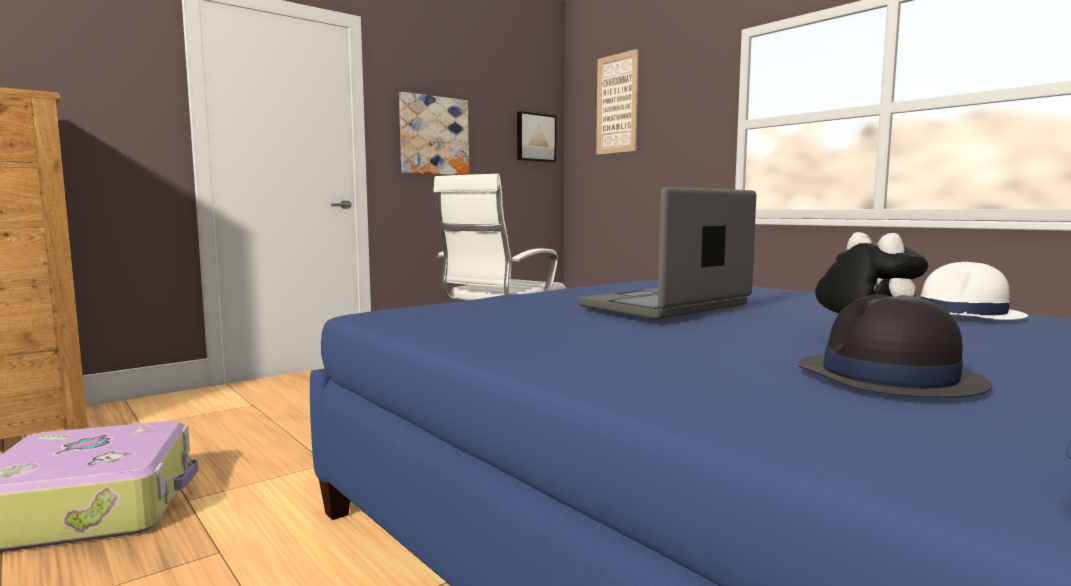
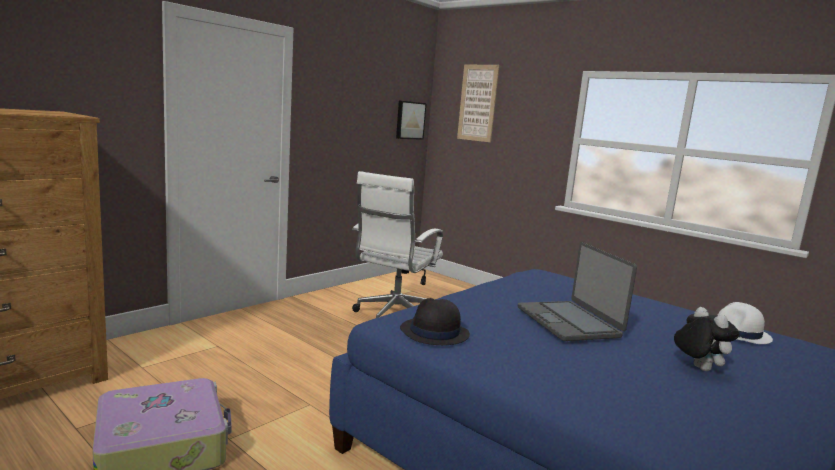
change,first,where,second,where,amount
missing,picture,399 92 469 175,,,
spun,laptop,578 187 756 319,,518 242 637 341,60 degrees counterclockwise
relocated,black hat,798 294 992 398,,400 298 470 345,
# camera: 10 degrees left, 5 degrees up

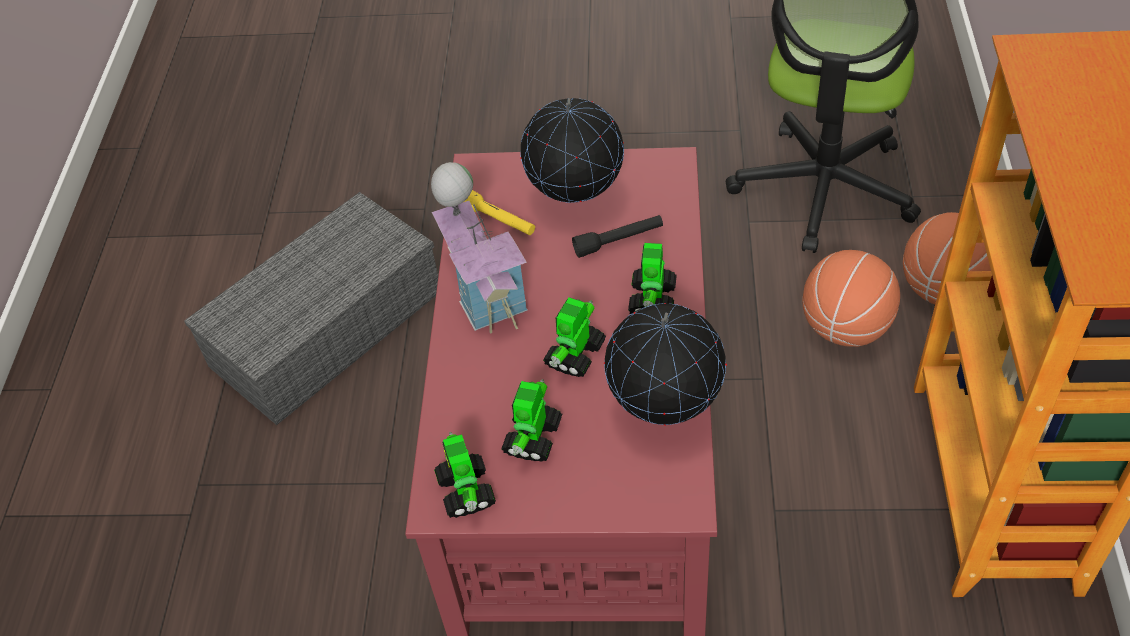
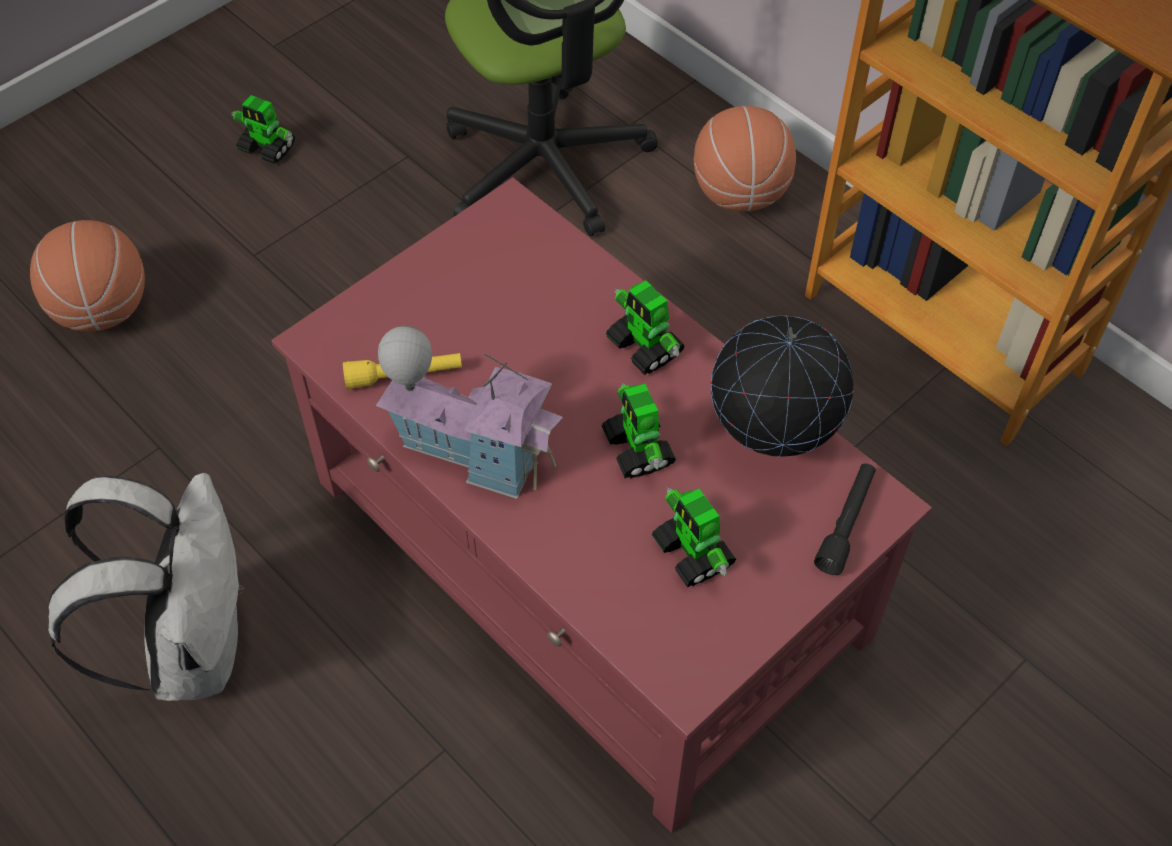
change,first,where,second,where,amount
missing,globe,520 98 624 203,,,
exchanged,grey storage box,184 192 438 425,white backpack,48 473 244 701,
relocated,black flashlight,572 215 663 258,,814 463 876 575,
relocated,basketball,802 250 900 347,,30 220 145 332,
relocated,toy robot,434 432 496 518,,231 95 295 164,
# camera: 50 degrees left, 5 degrees up

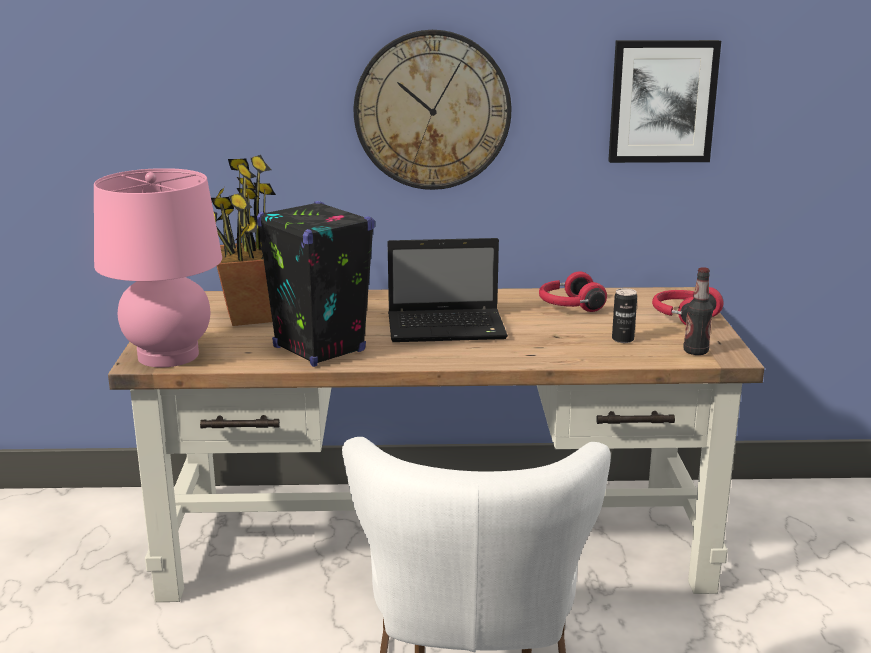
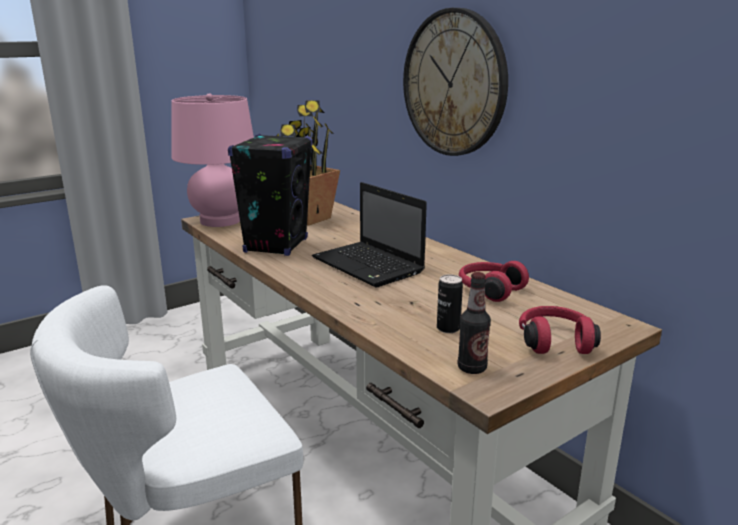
change,first,where,second,where,amount
missing,picture,608 40 721 163,,,
# camera: 55 degrees right, 0 degrees up

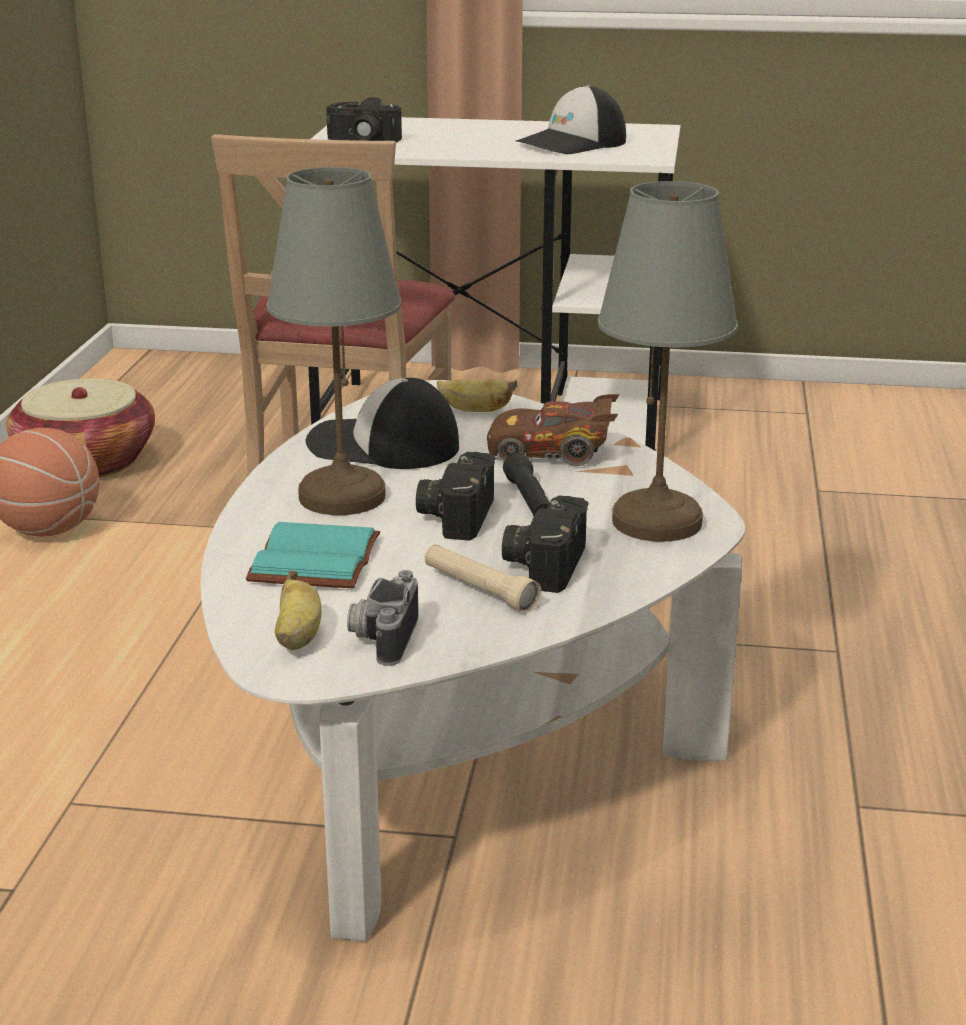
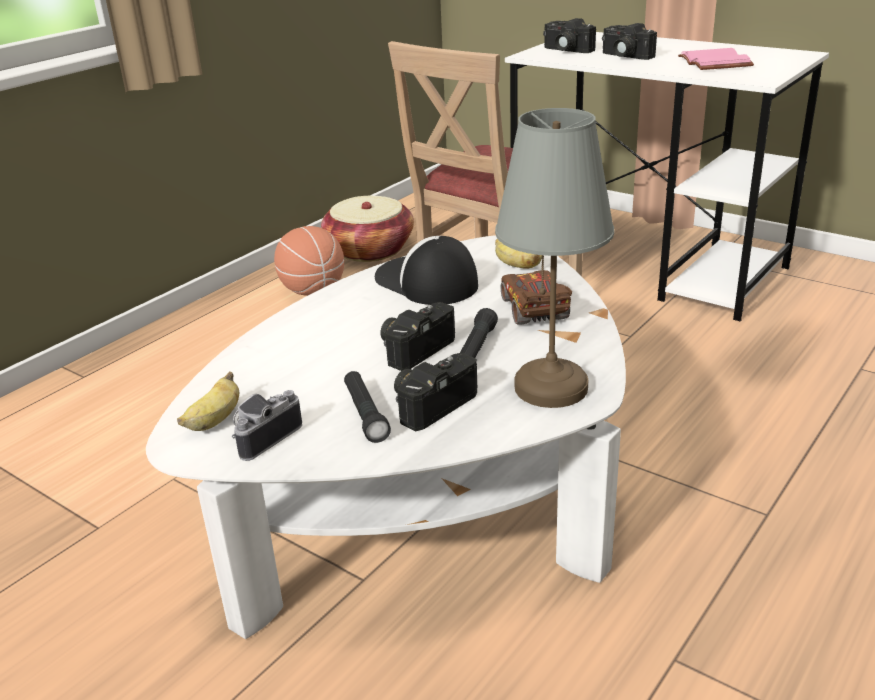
change,first,where,second,where,amount
exchanged,cap,516 85 626 154,pink book,678 48 754 70,
missing,grey table lamp,267 167 401 515,,,
spun,brown toy car,487 394 620 466,,501 270 572 325,45 degrees clockwise
missing,turquoise book,246 522 380 589,,,
colour,beige flashlight,425 544 541 613,black flashlight,344 371 391 443,
appeared,,,photo camera,602 23 657 60,
# camera: 30 degrees right, 5 degrees up

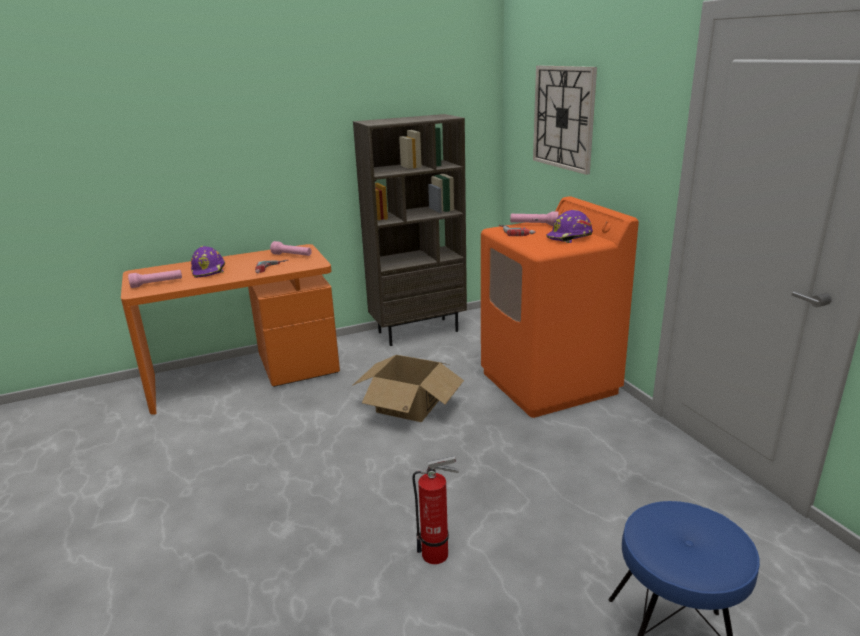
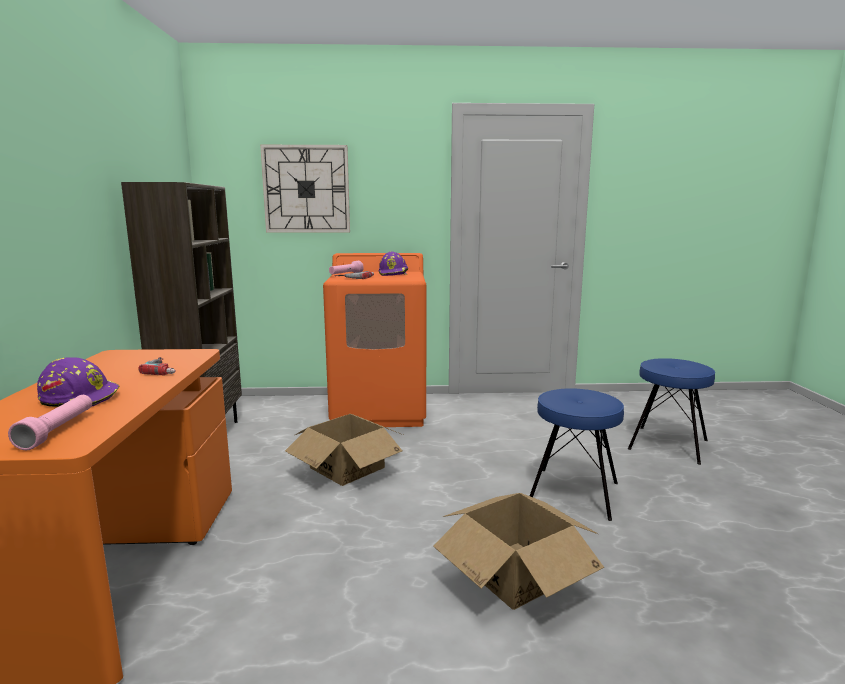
change,first,where,second,where,amount
missing,pink flashlight,270 241 312 256,,,
exchanged,fire extinguisher,412 456 459 564,blue stool,530 388 624 521,
appeared,,,cardboard box,433 493 604 610,
# camera: 70 degrees left, 10 degrees down

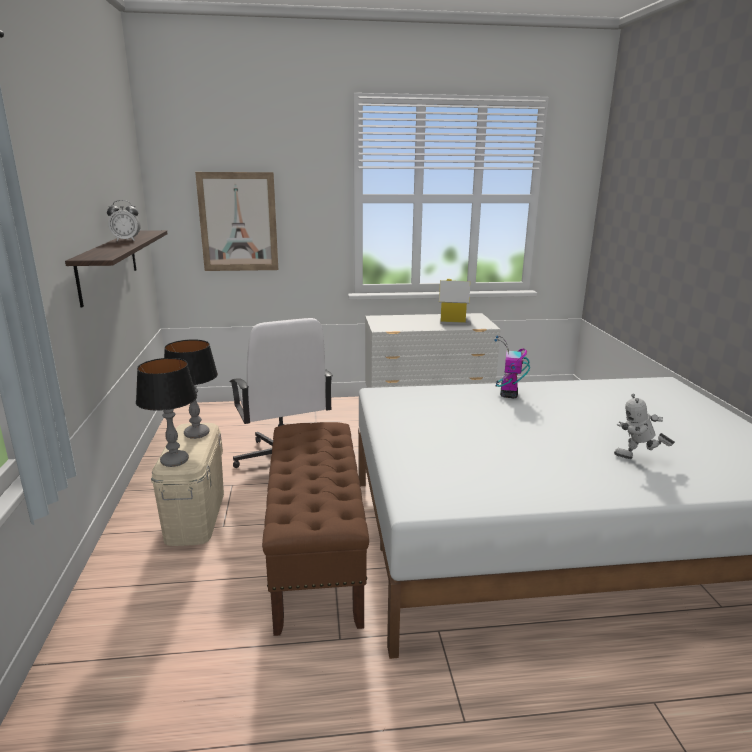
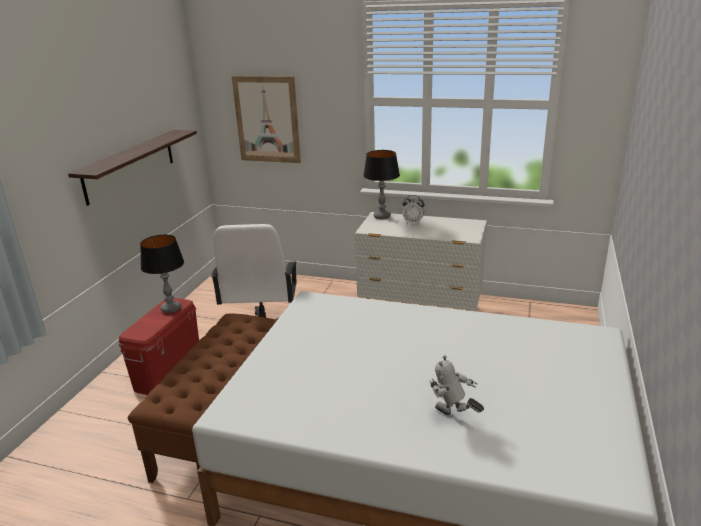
change,first,where,second,where,amount
relocated,alarm clock,107 200 140 241,,403 195 424 224,
missing,toy house,439 279 471 325,,,
missing,toy robot,495 336 530 398,,,
relocated,table lamp,136 358 197 467,,363 150 400 219,
colour,beige storage box,151 423 224 546,red storage box,118 298 199 395,
# camera: 25 degrees right, 5 degrees up

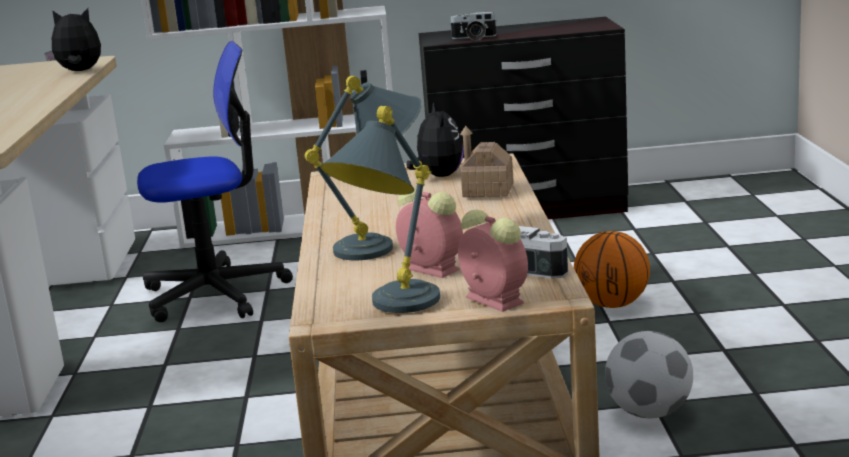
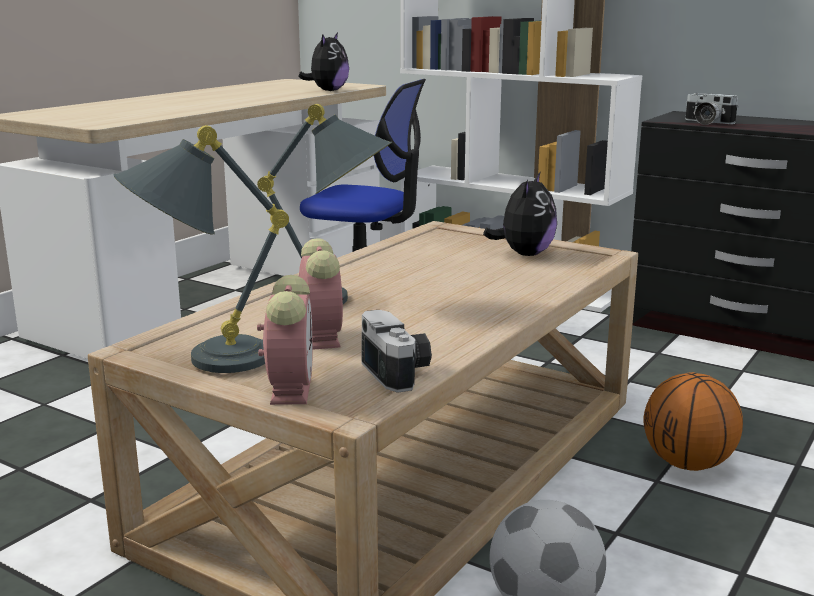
change,first,where,second,where,amount
spun,plush toy,44 8 101 71,,298 32 349 91,75 degrees clockwise
missing,toy house,460 126 514 197,,,
# camera: 35 degrees right, 0 degrees up

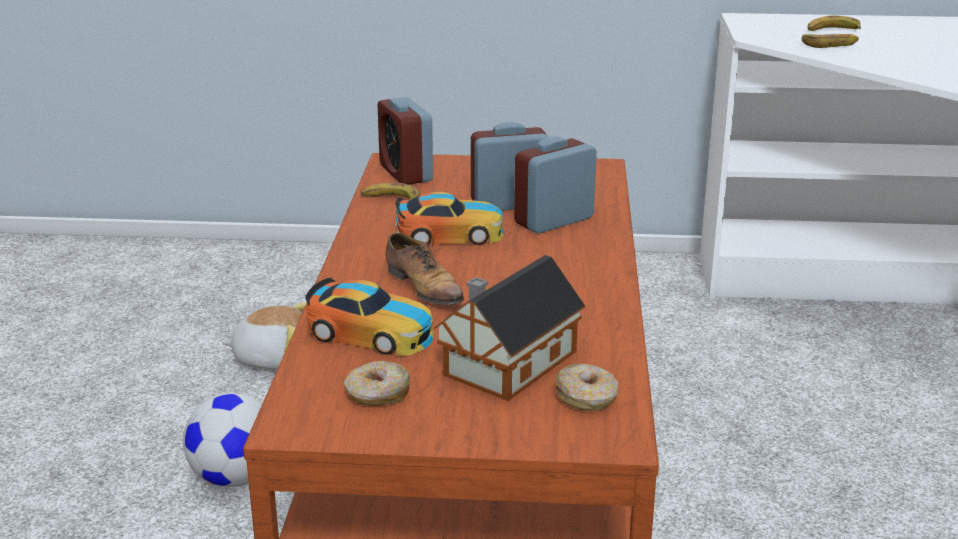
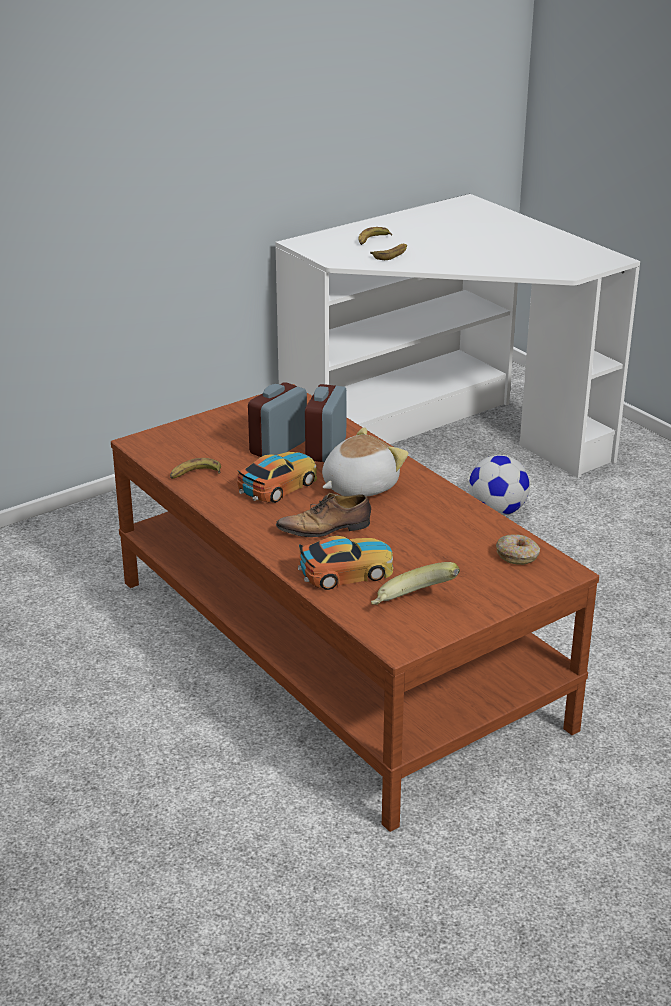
change,first,where,second,where,amount
missing,alarm clock,378 97 433 185,,,
spun,shoe,386 233 464 305,,276 493 371 537,150 degrees clockwise
missing,toy house,434 255 585 401,,,
relocated,plush toy,222 302 307 369,,322 427 409 497,
exchanged,donut,344 361 410 406,banana,371 562 460 605,
relocated,football,183 393 262 487,,468 455 530 516,
# camera: 40 degrees left, 5 degrees up

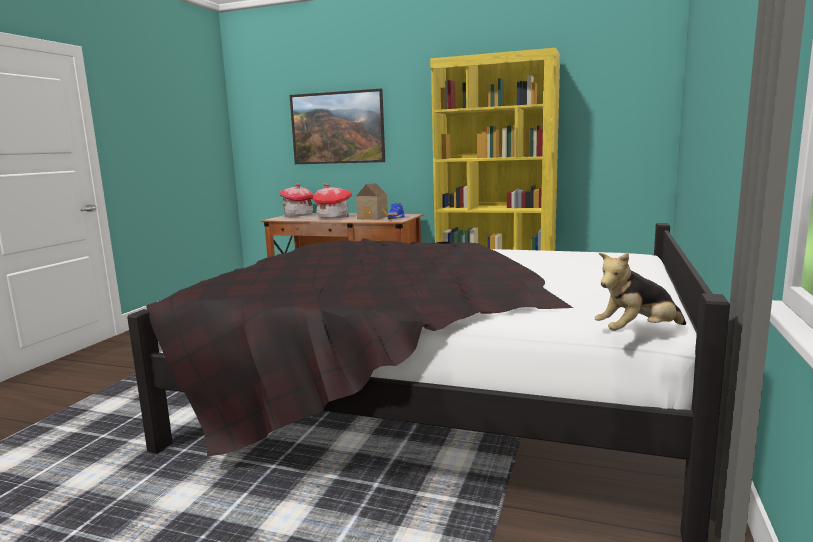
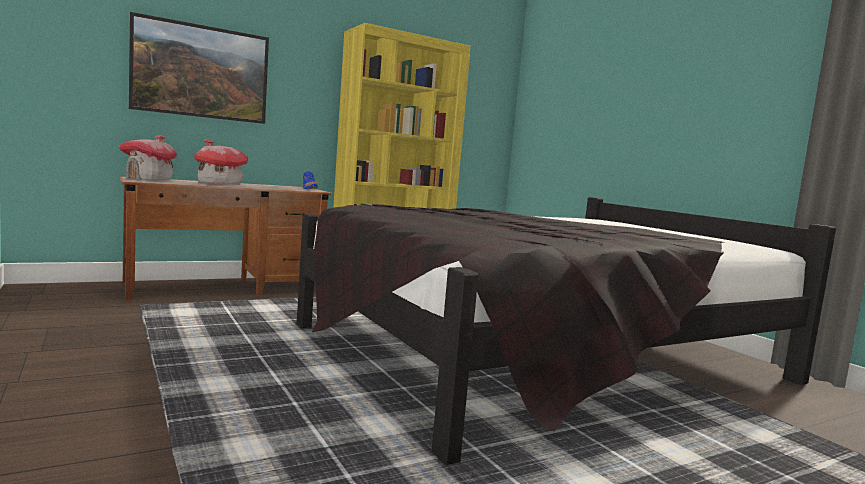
change,first,where,second,where,amount
missing,toy house,356 183 388 220,,,
missing,plush toy,595 252 686 331,,,
# camera: 50 degrees left, 5 degrees down

